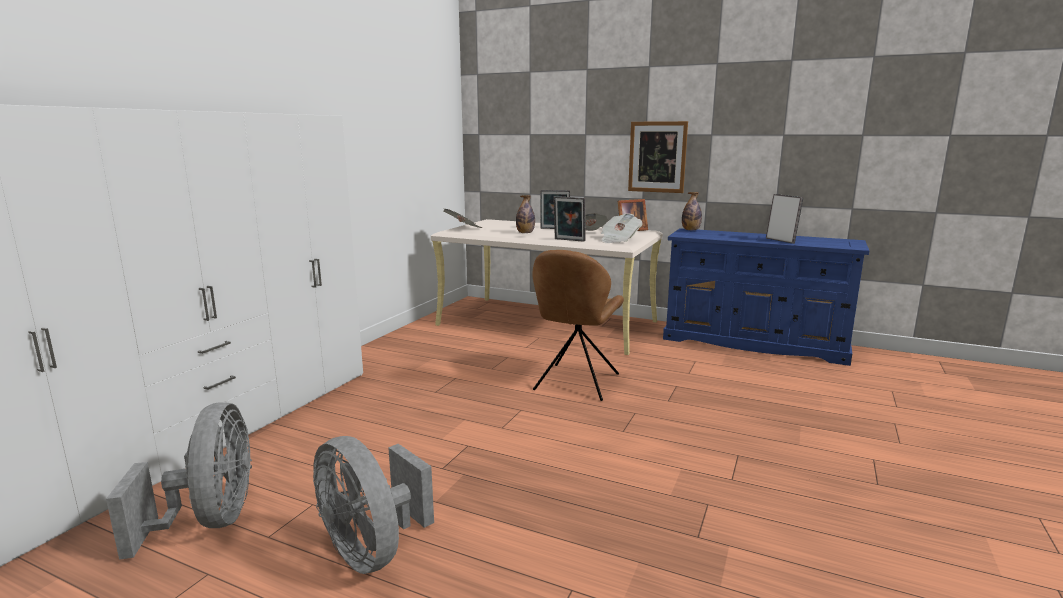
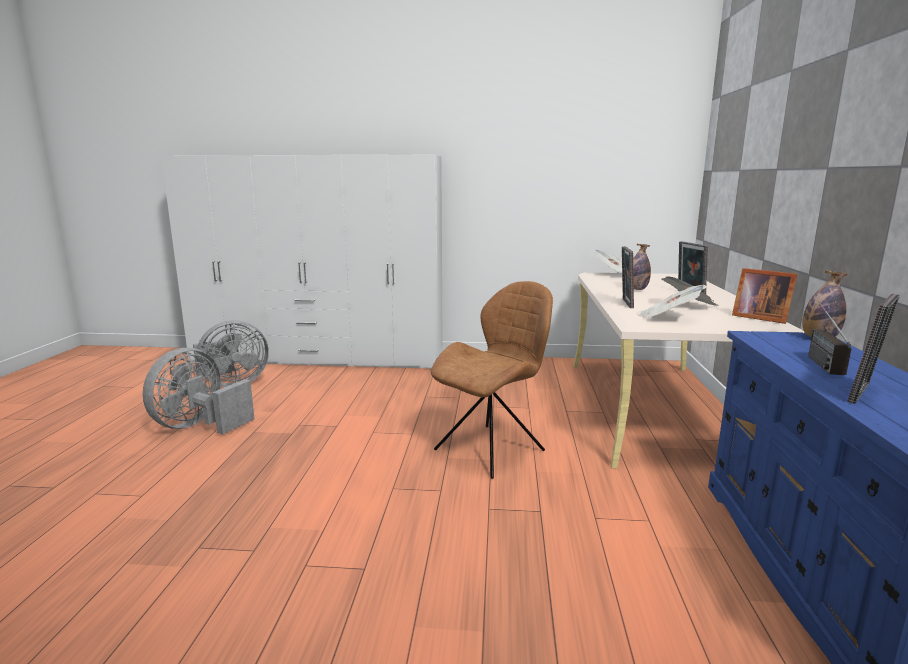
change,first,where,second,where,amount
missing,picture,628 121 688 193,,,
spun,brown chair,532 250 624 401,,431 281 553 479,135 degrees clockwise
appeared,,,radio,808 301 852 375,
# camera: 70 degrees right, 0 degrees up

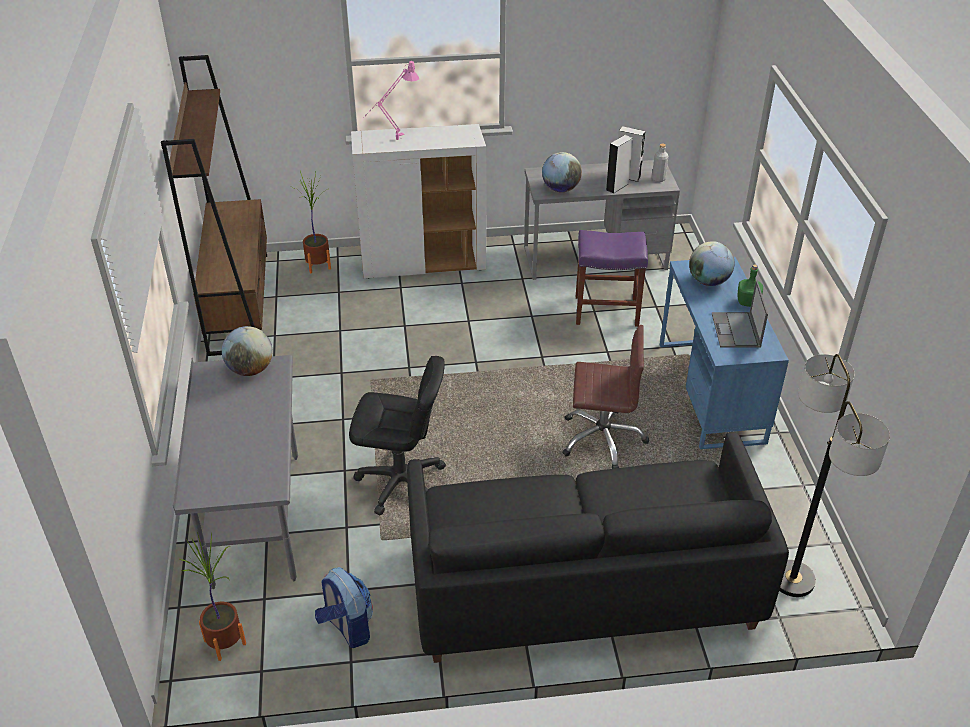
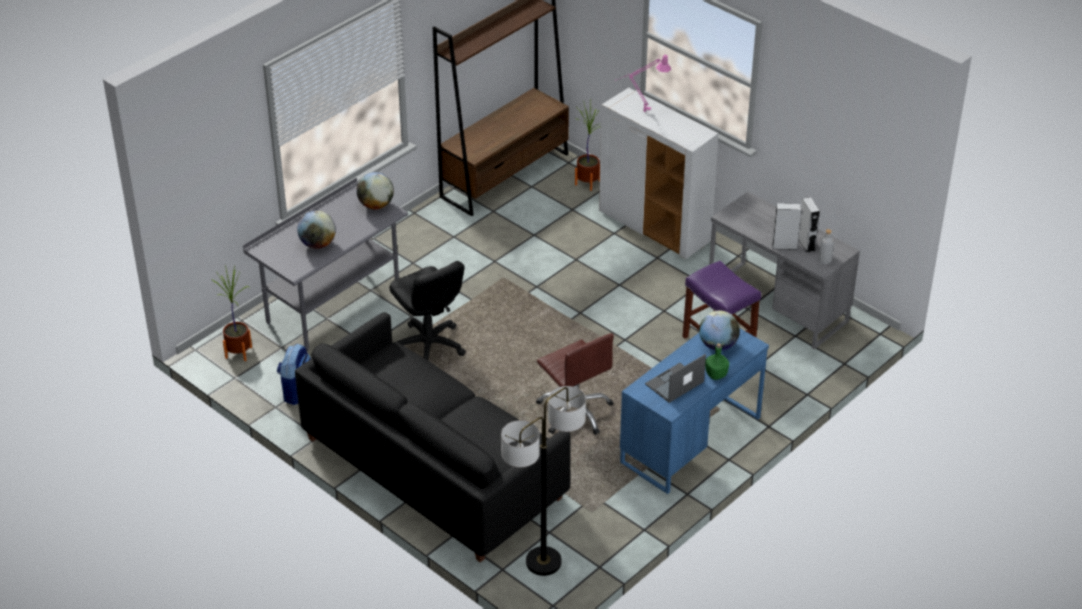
change,first,where,second,where,amount
relocated,globe,542 152 582 192,,297 211 336 249,
# camera: 50 degrees right, 0 degrees up

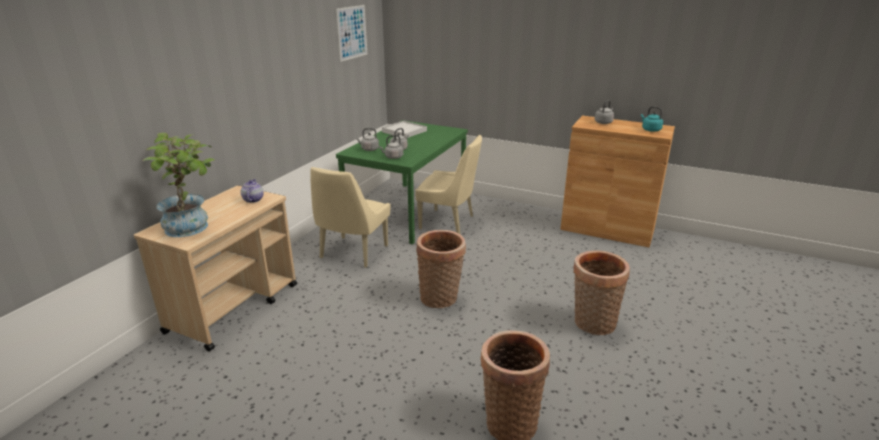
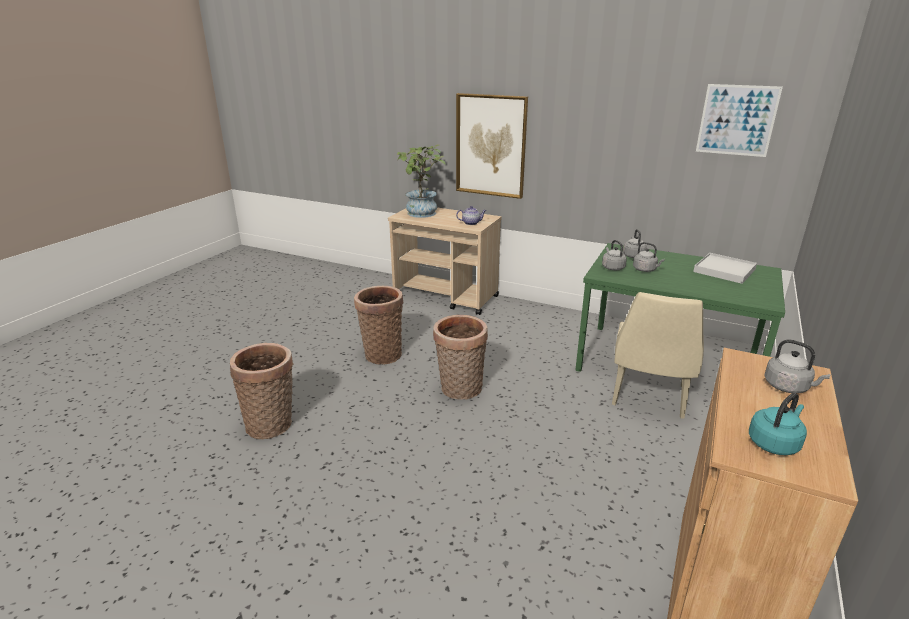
change,first,where,second,where,amount
missing,beige chair,310 167 390 268,,,
relocated,basket,573 250 630 335,,354 286 403 365,
appeared,,,picture,456 93 528 199,
# camera: 90 degrees right, 0 degrees up

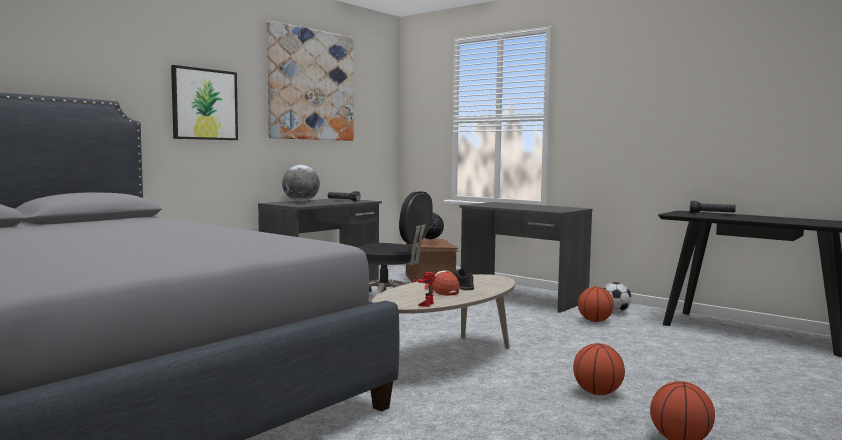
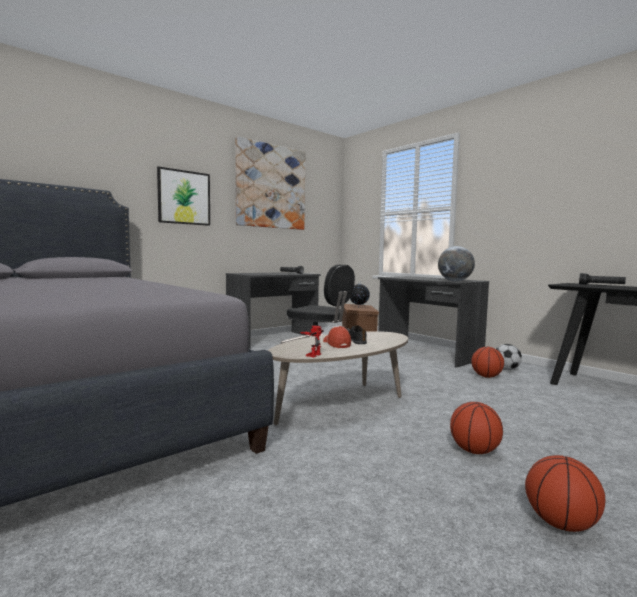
change,first,where,second,where,amount
relocated,globe,282 165 320 202,,438 246 475 281,
# camera: 10 degrees right, 0 degrees up

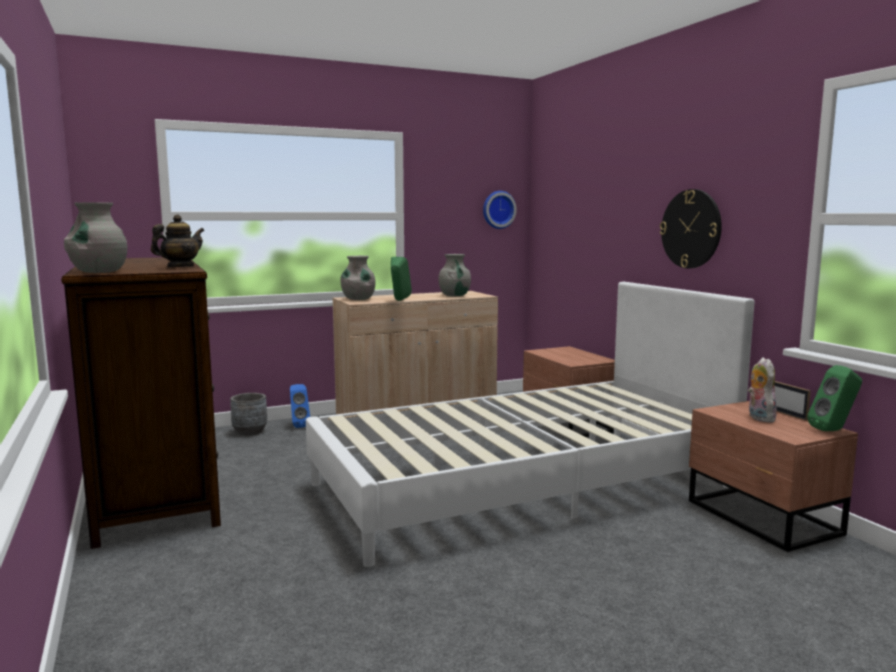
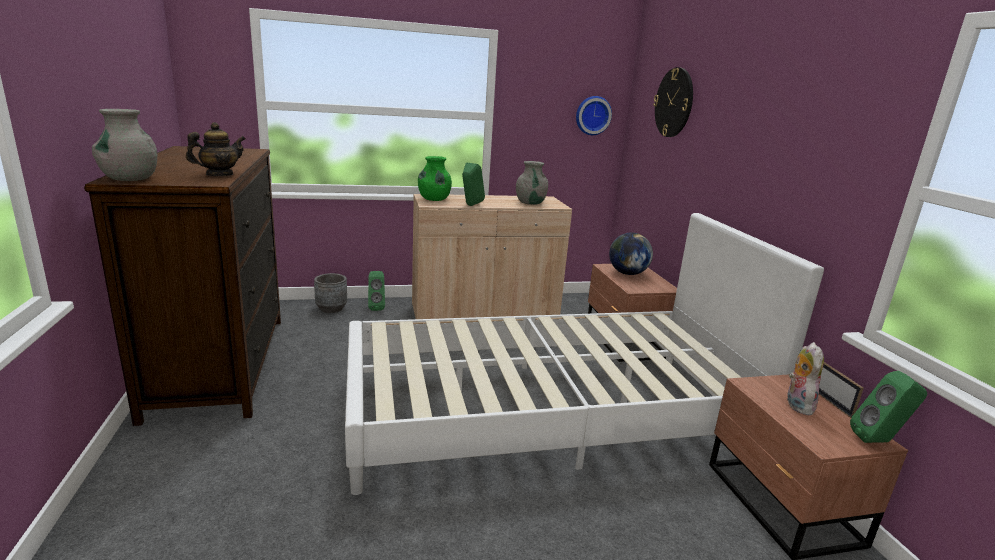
change,first,where,second,where,amount
relocated,wall clock,660 189 722 268,,653 67 693 137,
colour,grey vase,340 255 376 300,green vase,418 156 452 201,
colour,blue speaker,290 384 310 428,green speaker,368 271 385 311,
appeared,,,globe,609 232 653 275,
# camera: 10 degrees right, 10 degrees up

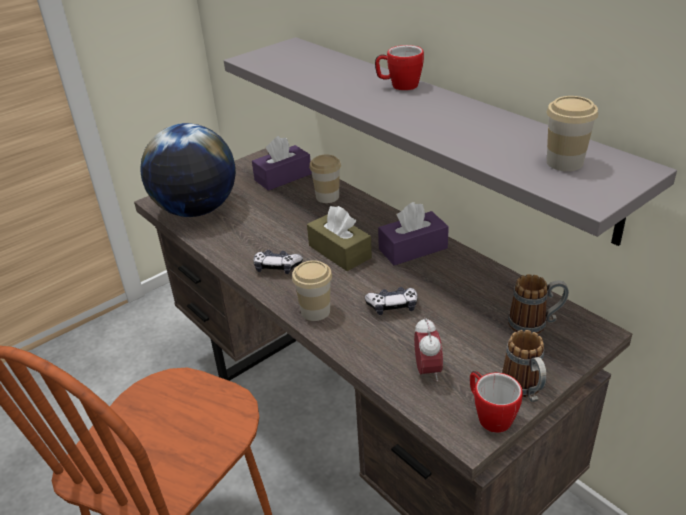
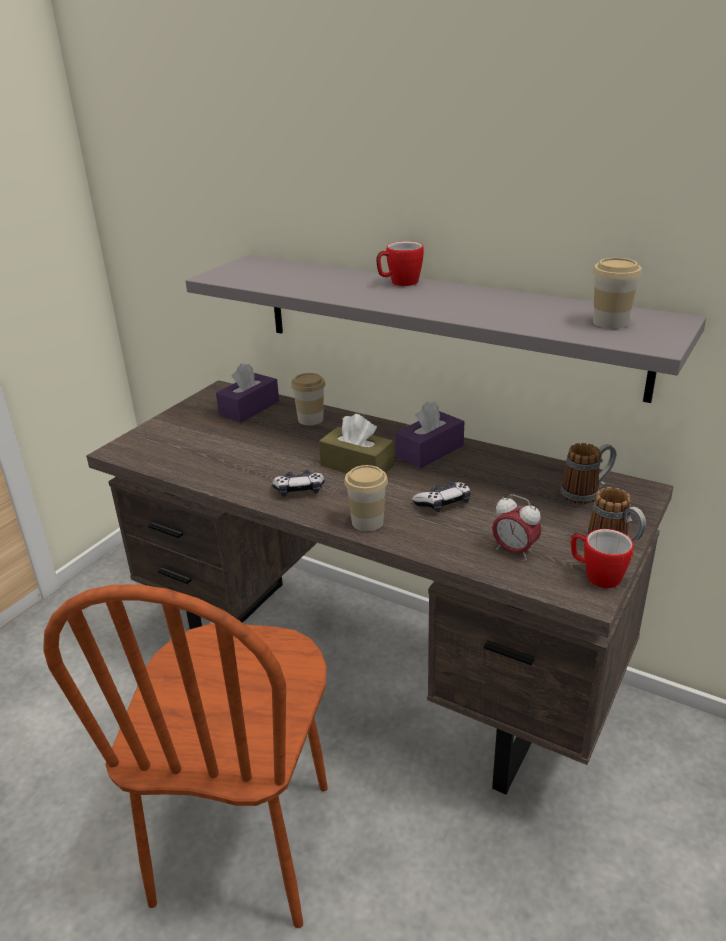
change,first,where,second,where,amount
missing,globe,140 123 236 217,,,
spun,alarm clock,414 317 443 382,,492 494 541 561,150 degrees clockwise
# camera: 20 degrees left, 5 degrees down

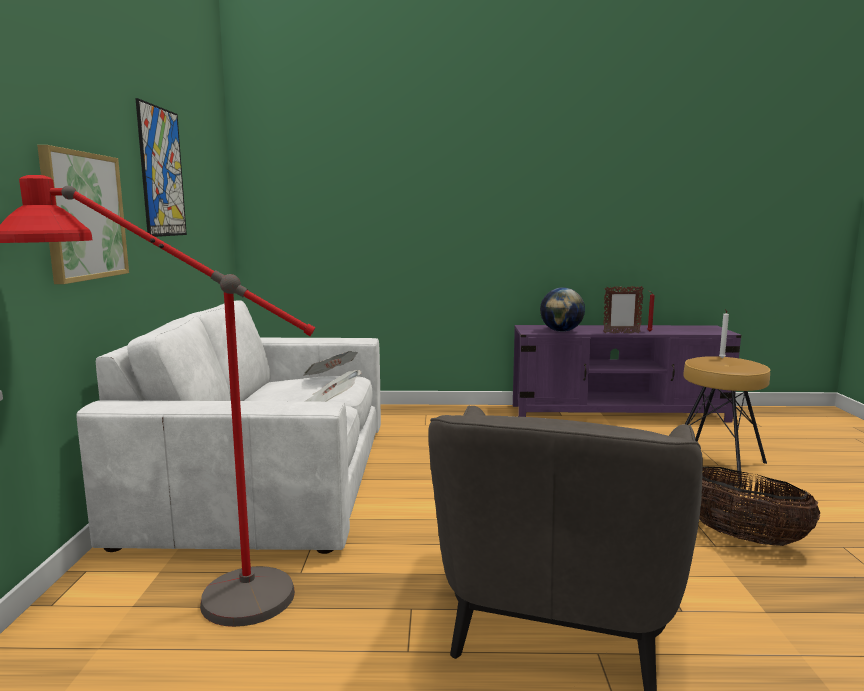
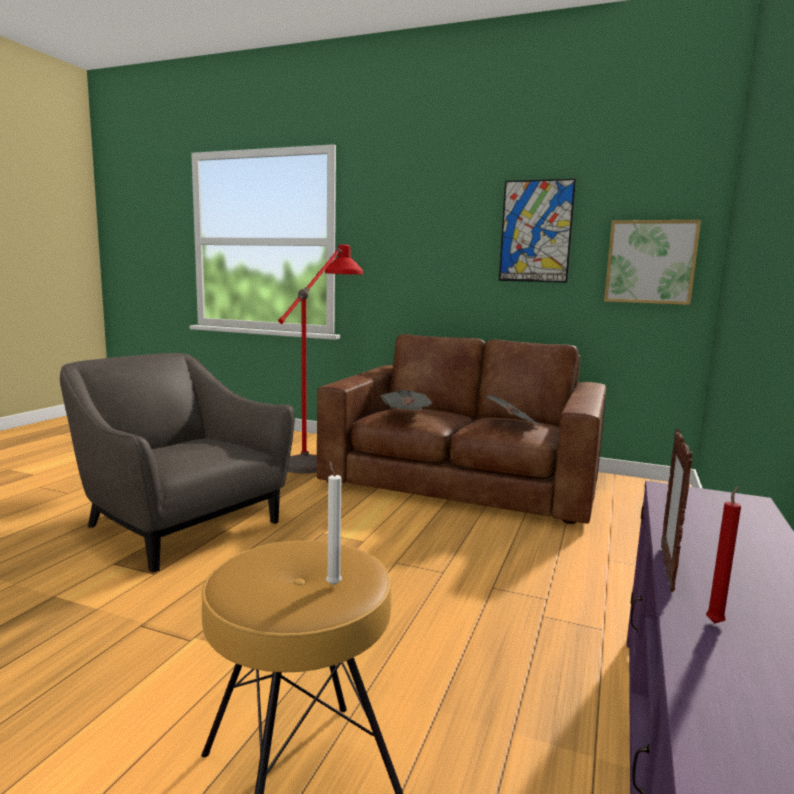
change,first,where,second,where,amount
relocated,picture,37 145 129 284,,604 220 701 305,
missing,globe,540 287 585 332,,,
colour,white sofa,77 300 381 554,brown sofa,317 334 606 524,
missing,basket,699 466 820 546,,,
# camera: 110 degrees right, 0 degrees up

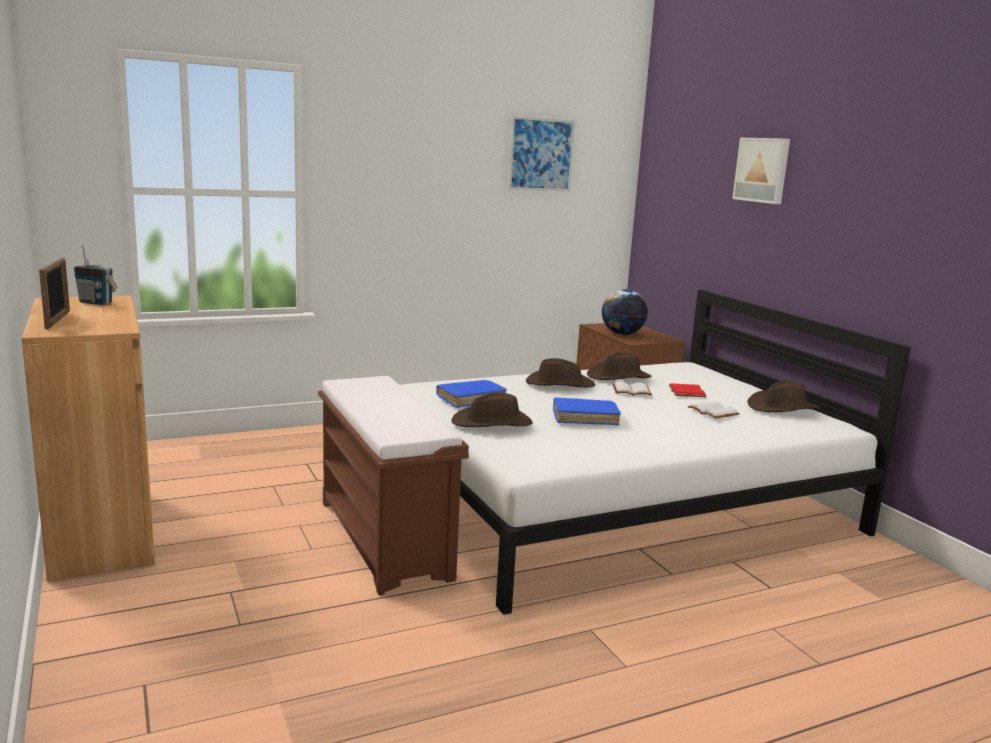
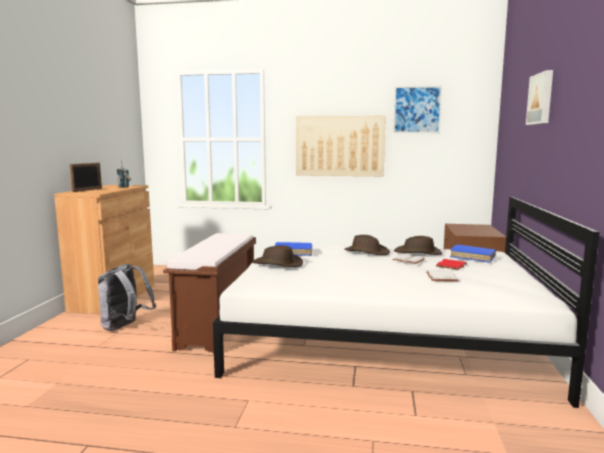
change,first,where,second,where,amount
missing,globe,602 289 648 335,,,
missing,brown hat,747 380 820 413,,,
relocated,blue book,553 398 621 425,,450 244 496 263,
appeared,,,picture,296 116 386 176,
appeared,,,grey backpack,98 264 156 331,
# camera: 35 degrees right, 5 degrees down

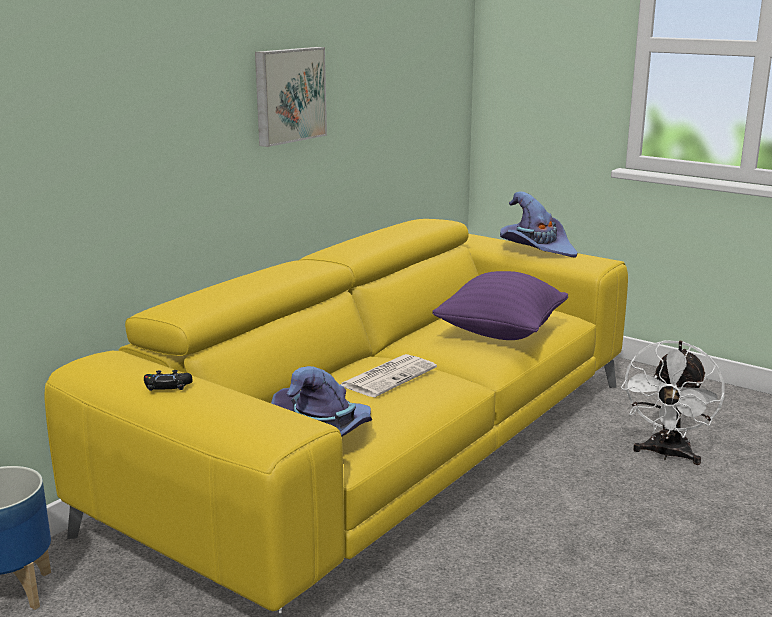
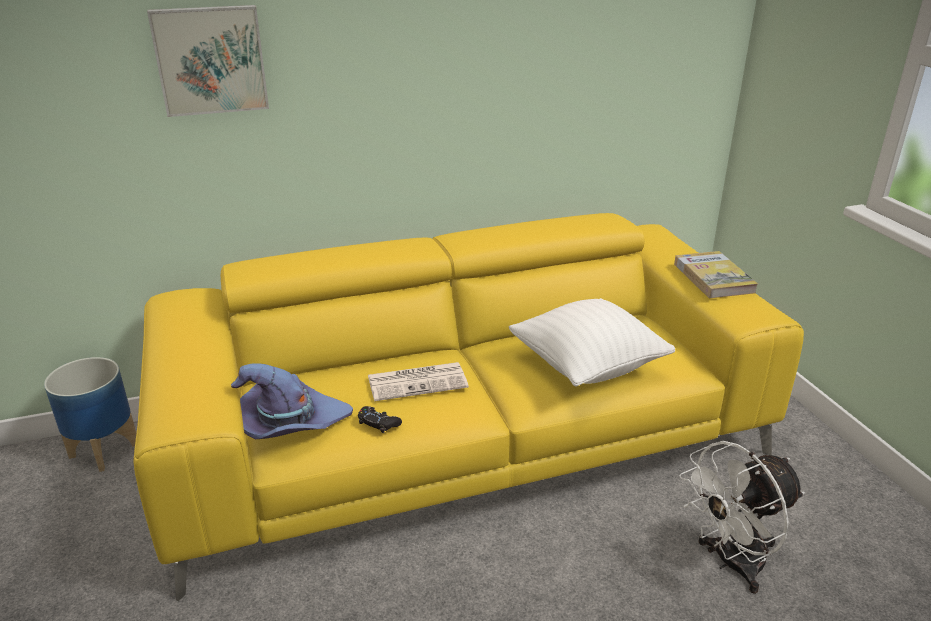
change,first,where,second,where,amount
relocated,picture,255 47 327 147,,147 5 269 117,
exchanged,purple hat,500 191 578 257,book,674 251 758 298,
colour,purple pillow,432 271 568 340,white pillow,509 298 675 387,
relocated,black game controller,144 370 193 391,,358 406 402 433,
# camera: 35 degrees right, 10 degrees up

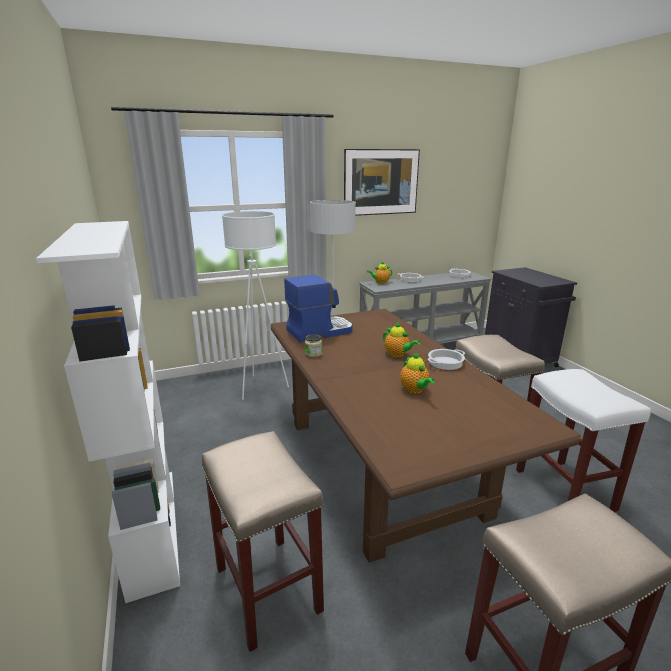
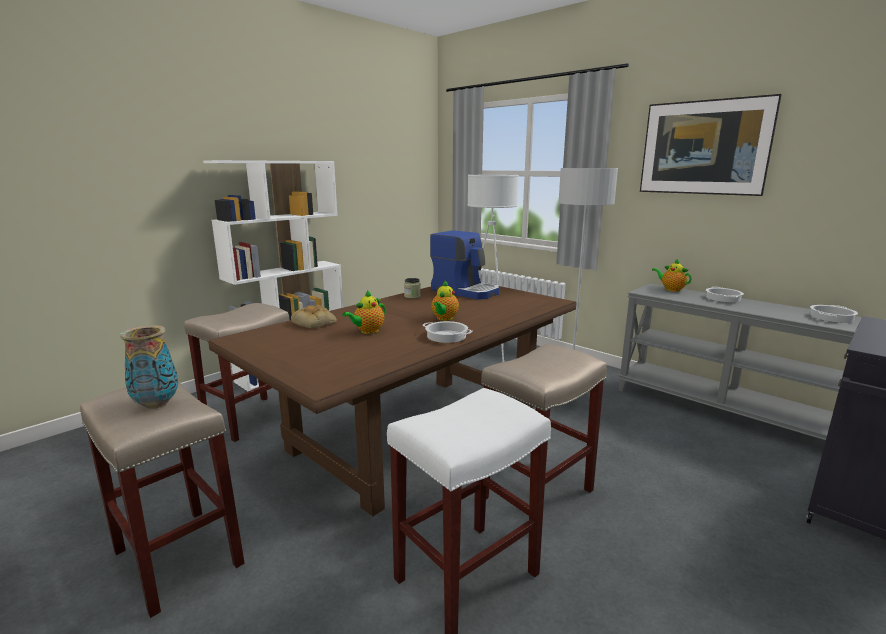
change,first,where,second,where,amount
appeared,,,bread,291 305 337 329,
appeared,,,vase,120 325 178 409,
# camera: 65 degrees right, 5 degrees down

